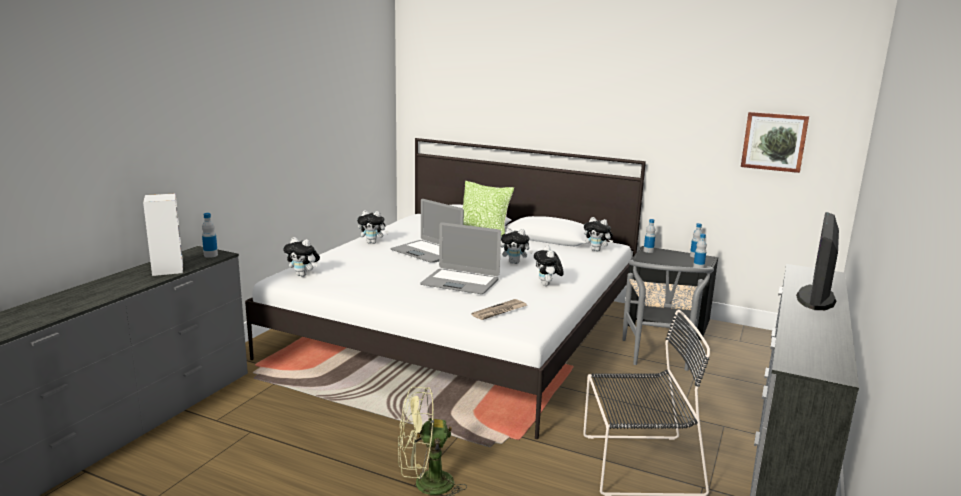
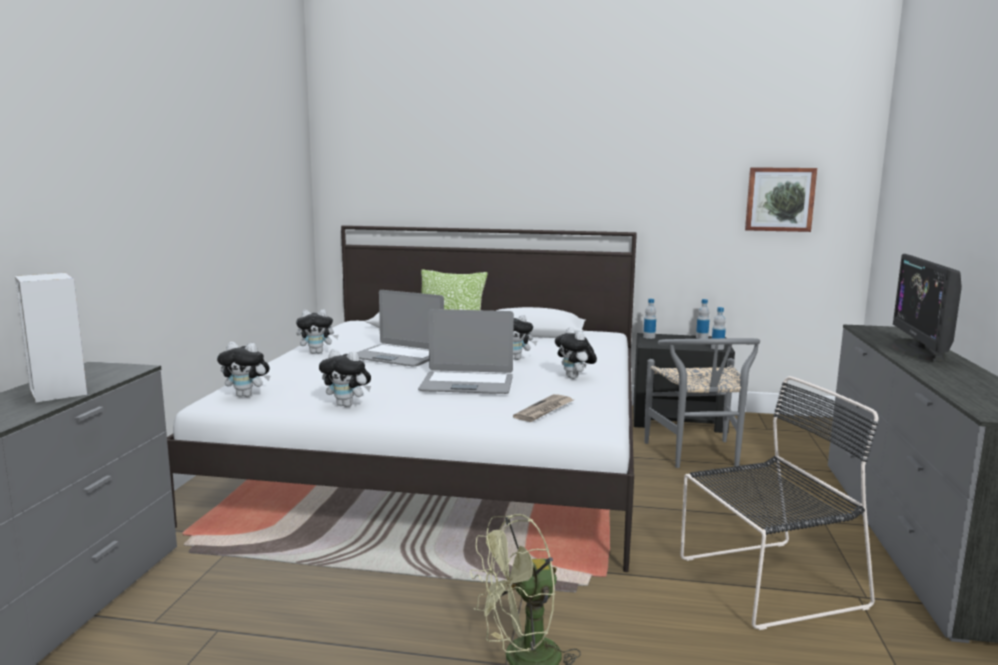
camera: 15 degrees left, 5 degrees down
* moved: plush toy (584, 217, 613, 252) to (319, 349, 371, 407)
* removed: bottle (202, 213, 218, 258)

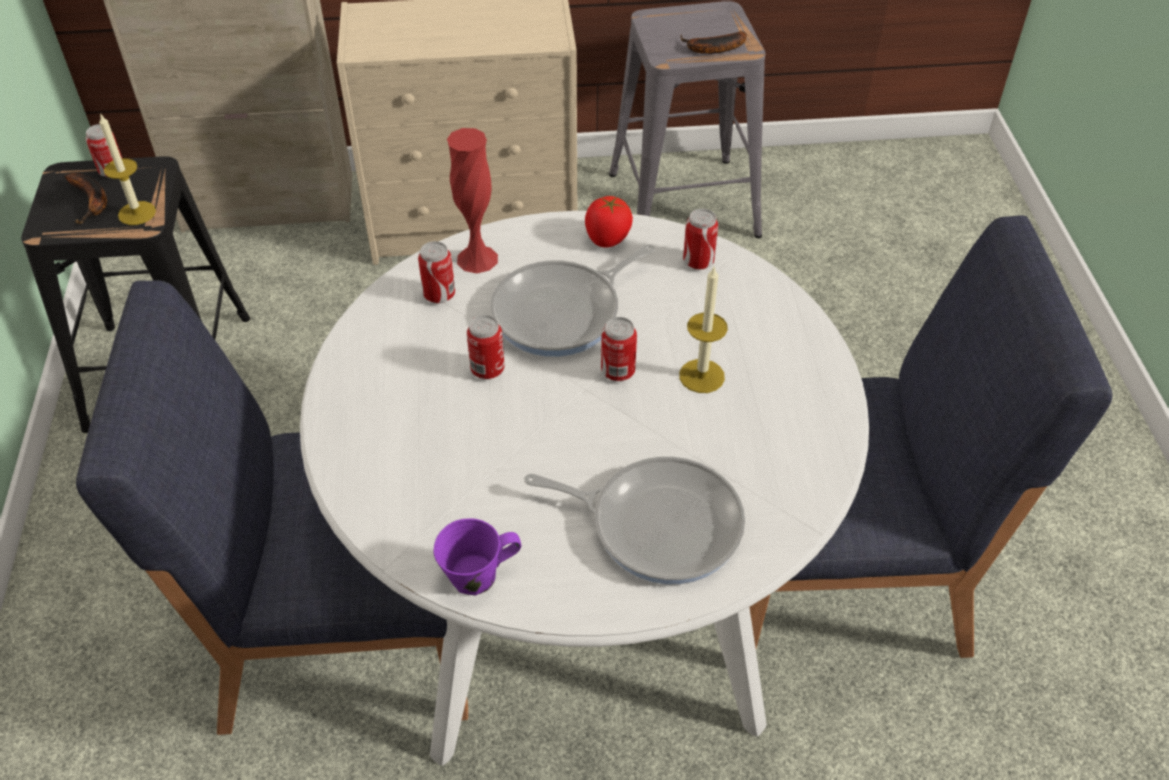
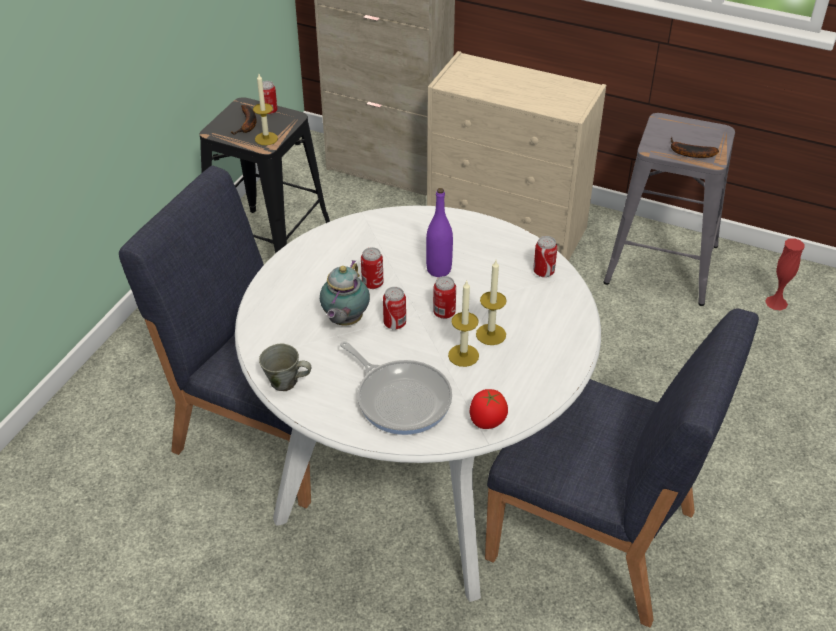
camera: 30 degrees right, 5 degrees down
* recoloured: purple mug (433, 518, 521, 595) to grey mug (259, 344, 311, 391)
* added: teapot (320, 260, 370, 325)
* moved: can (418, 241, 455, 303) to (383, 287, 406, 330)
* replaced: frying pan (490, 244, 655, 357) to purple bottle (426, 188, 453, 277)
* added: candle (448, 281, 479, 367)
* moved: tomato (585, 196, 633, 248) to (469, 389, 508, 429)
* moved: red vase (447, 128, 498, 273) to (765, 238, 804, 310)

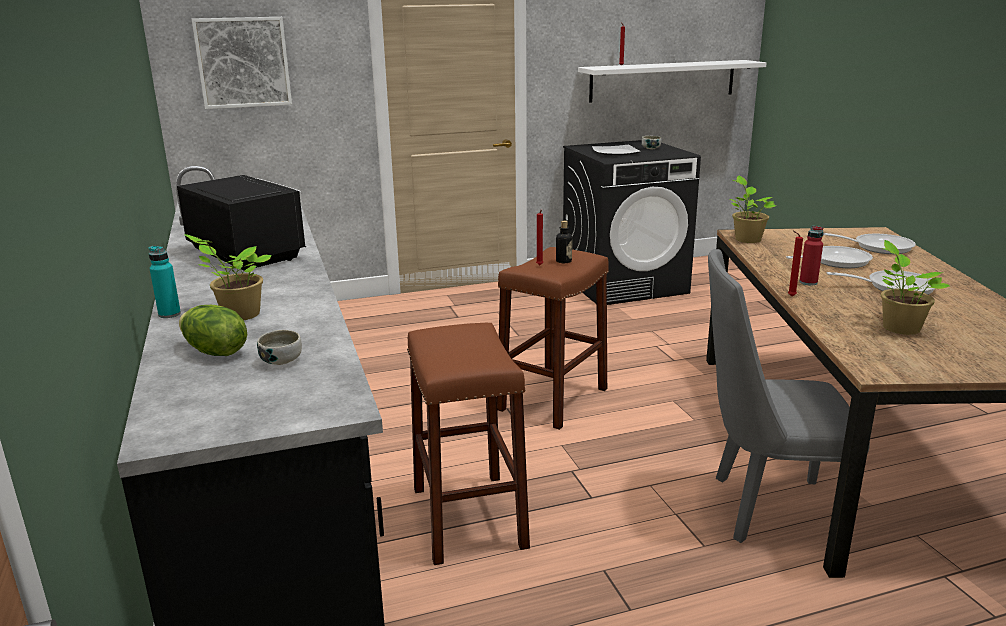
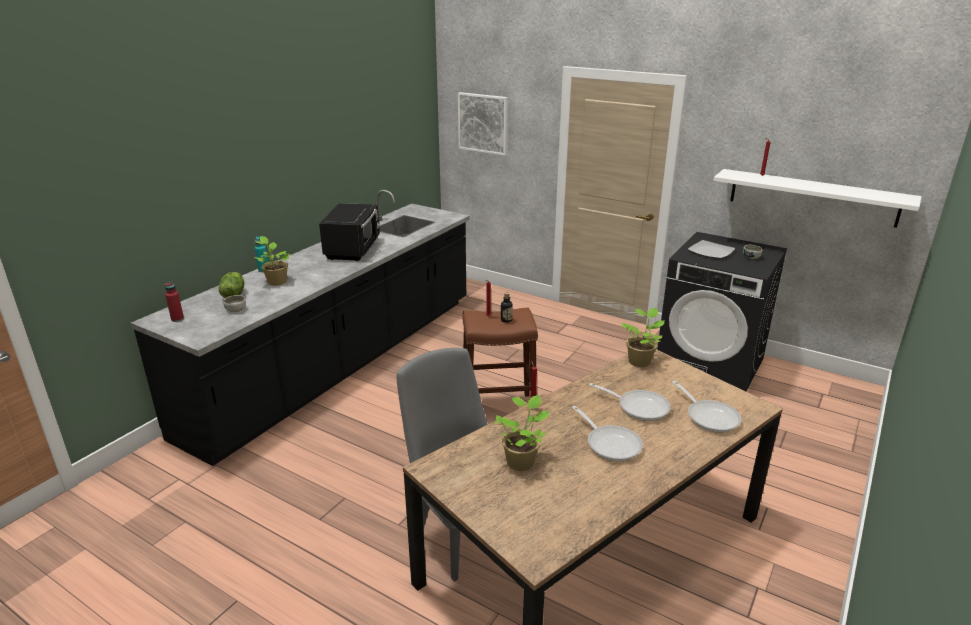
camera: 50 degrees right, 5 degrees up
* moved: red bottle (799, 226, 824, 286) to (165, 282, 184, 322)
* removed: brown stool (407, 323, 530, 565)

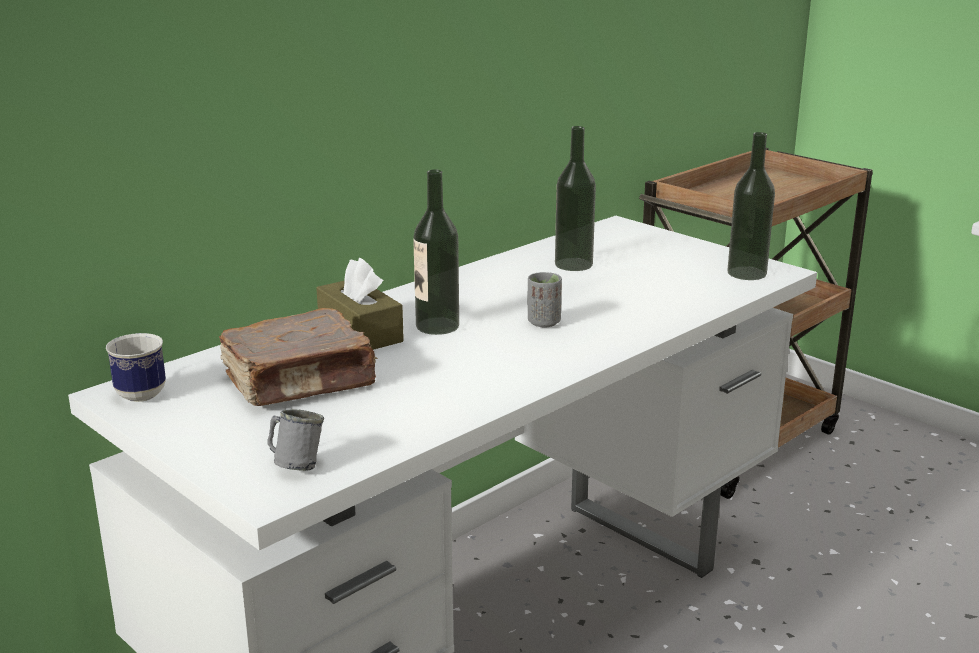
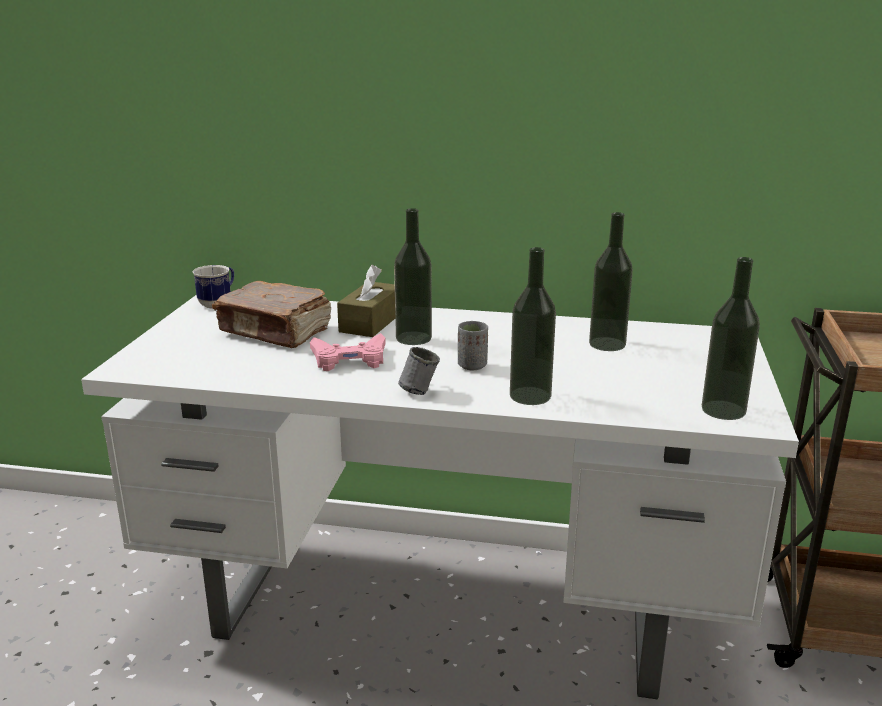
camera: 55 degrees right, 0 degrees up
* added: pink game controller (310, 333, 386, 371)
* moved: grey mug (267, 409, 324, 471) to (398, 347, 440, 395)
* added: bottle (510, 247, 556, 405)

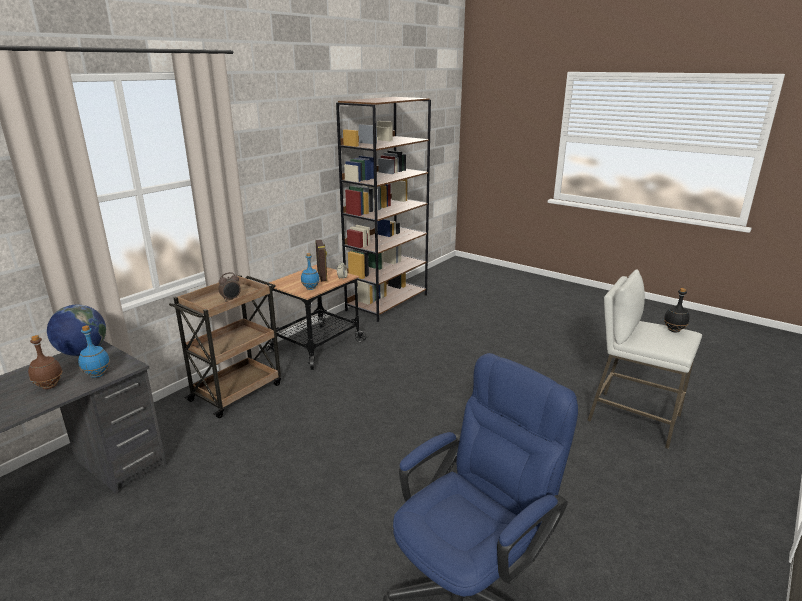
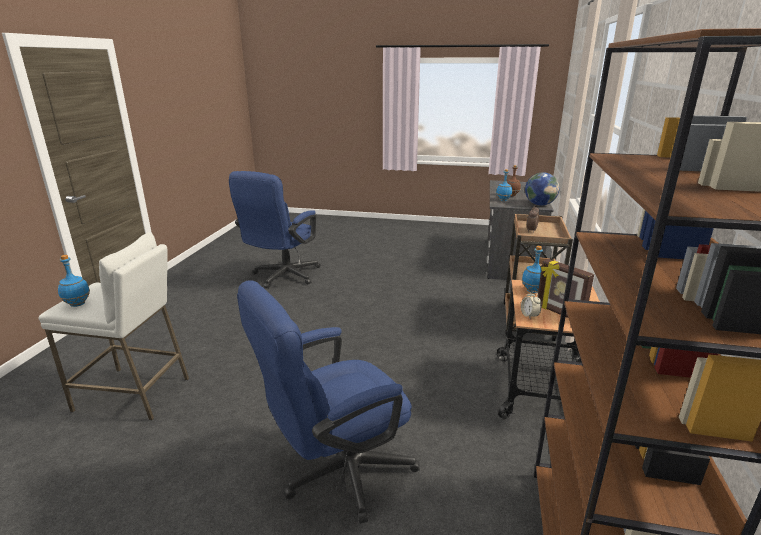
camera: 155 degrees right, 0 degrees up
* recoloured: black bottle (664, 288, 690, 333) to blue bottle (58, 255, 90, 307)
* added: blue office chair (237, 280, 420, 524)

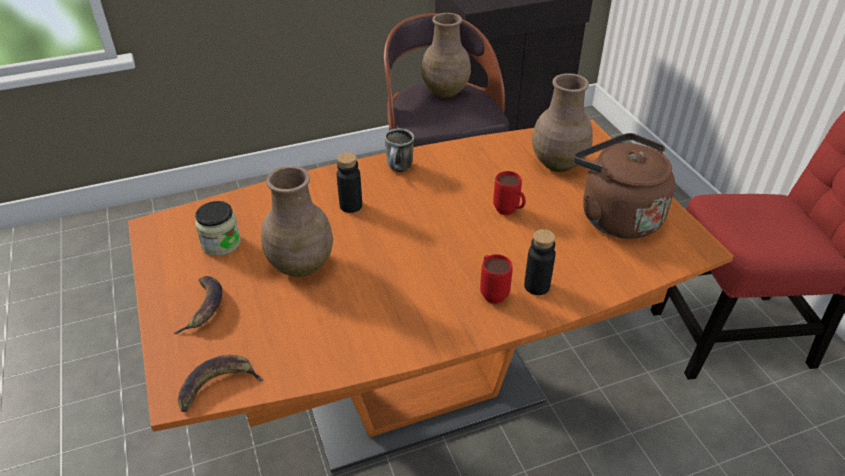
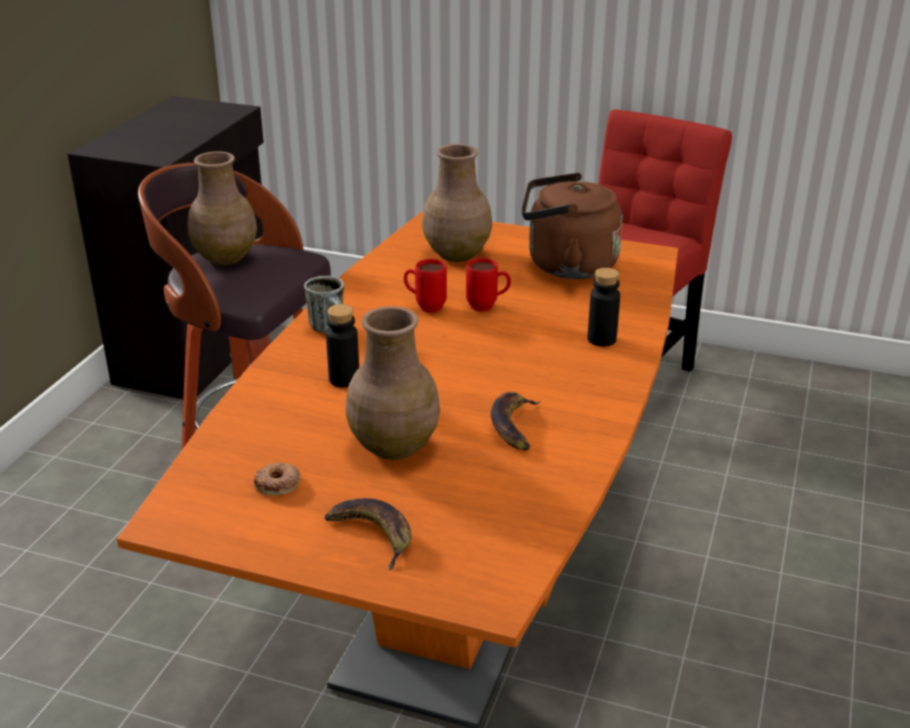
camera: 50 degrees left, 10 degrees down
* replaced: jar (195, 201, 241, 256) to donut (254, 462, 300, 495)
* moved: red mug (480, 254, 513, 304) to (404, 259, 447, 313)
* moved: banana (178, 355, 264, 412) to (491, 392, 541, 451)

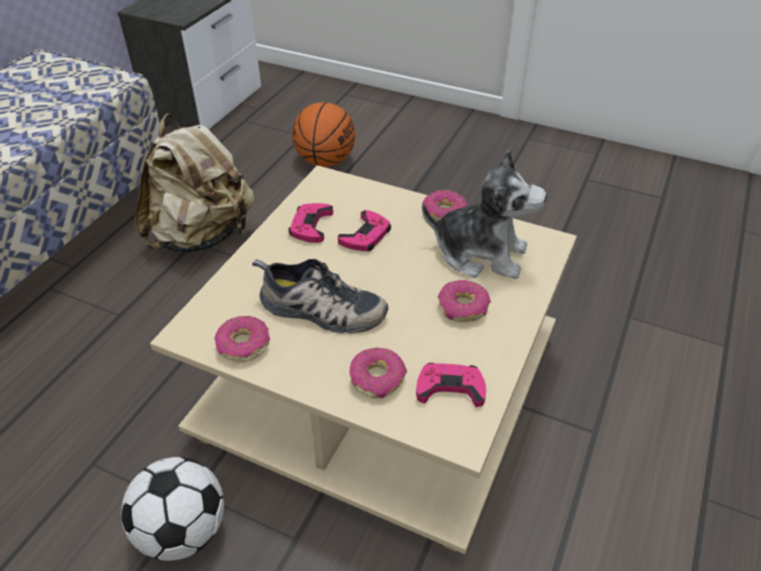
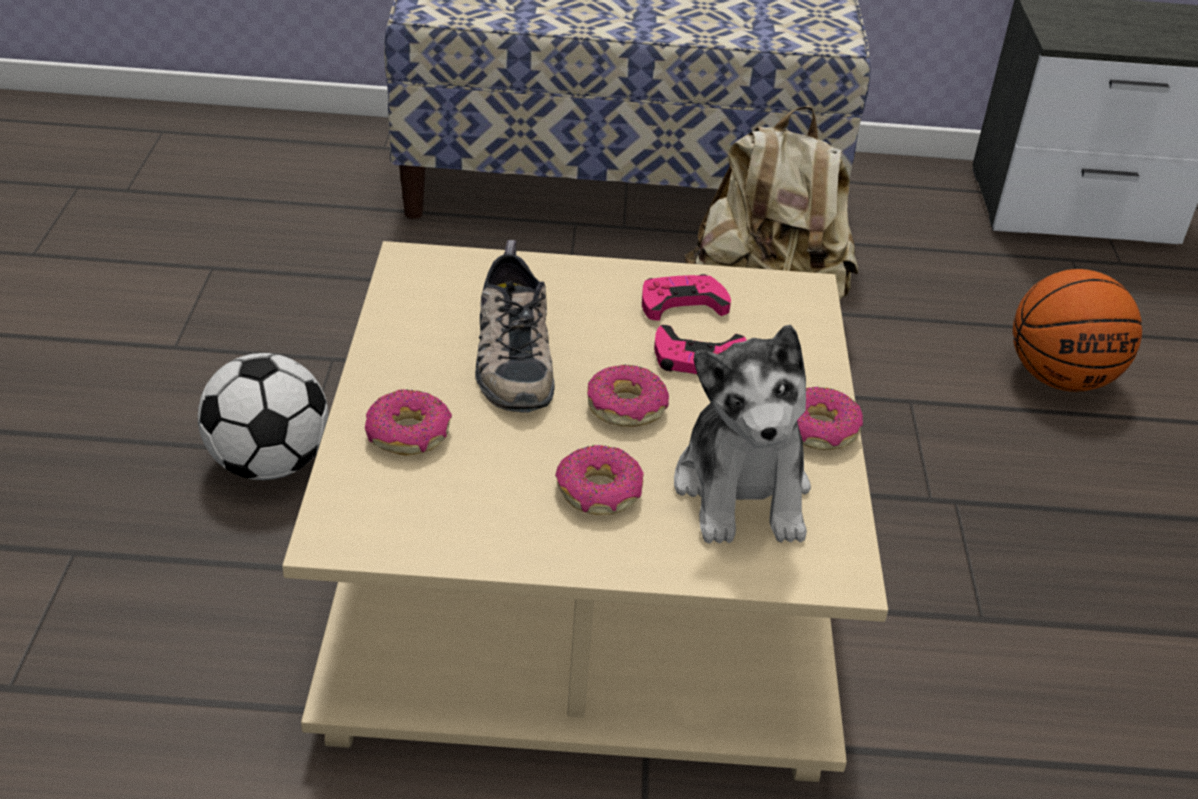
camera: 65 degrees right, 5 degrees down
* moved: donut (214, 316, 270, 363) to (587, 365, 669, 427)
* removed: pink game controller (416, 363, 486, 407)

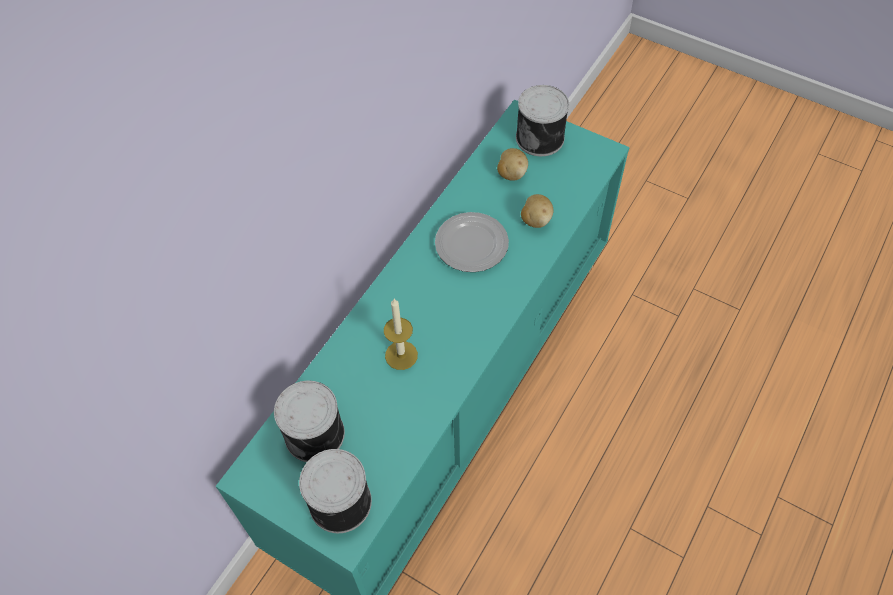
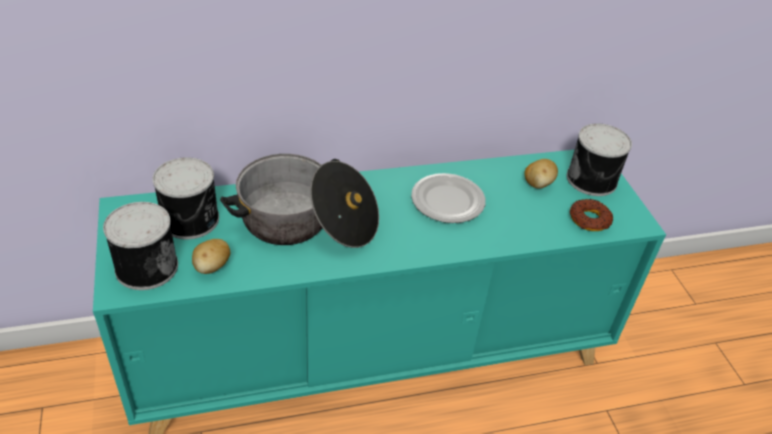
camera: 40 degrees right, 15 degrees down
* moved: potato (521, 194, 553, 228) to (192, 239, 230, 274)
* replaced: candle (384, 299, 418, 370) to cooking pot (220, 154, 379, 248)
* added: donut (570, 199, 613, 231)

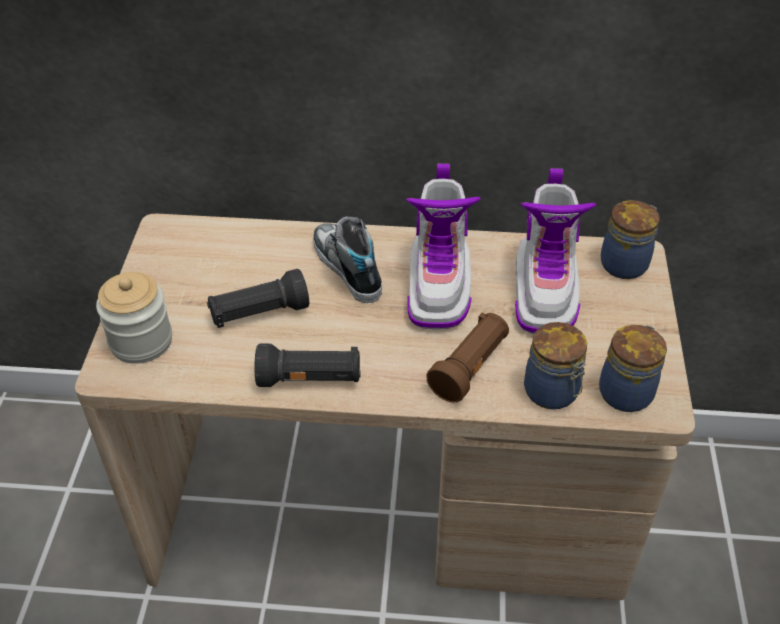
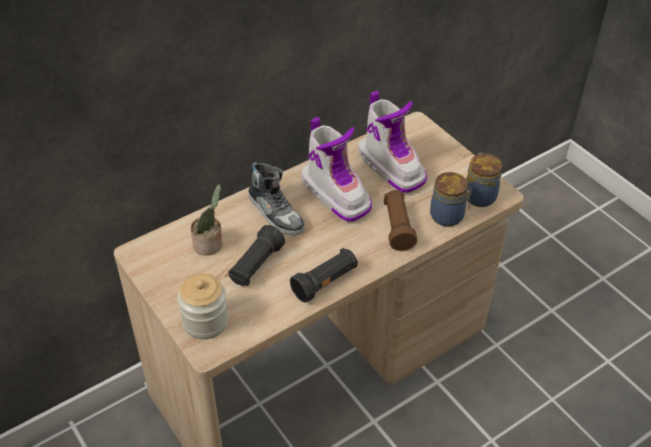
camera: 40 degrees left, 0 degrees up
* added: potted plant (190, 185, 222, 256)
* turned: shoe (313, 216, 382, 303) = (248, 162, 305, 236) 150 degrees counterclockwise
* removed: jar (601, 200, 660, 279)

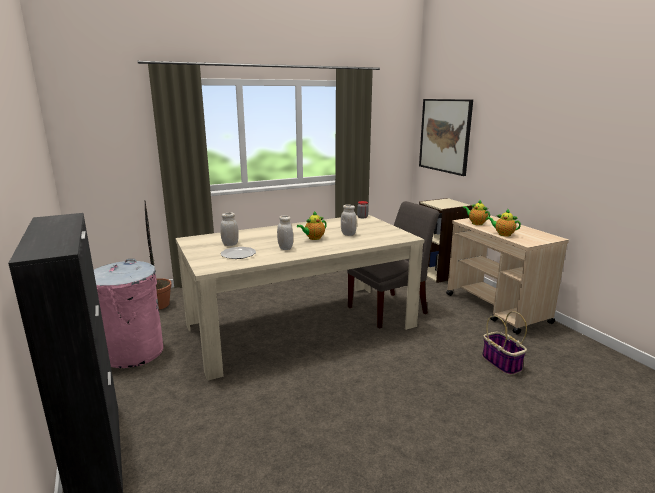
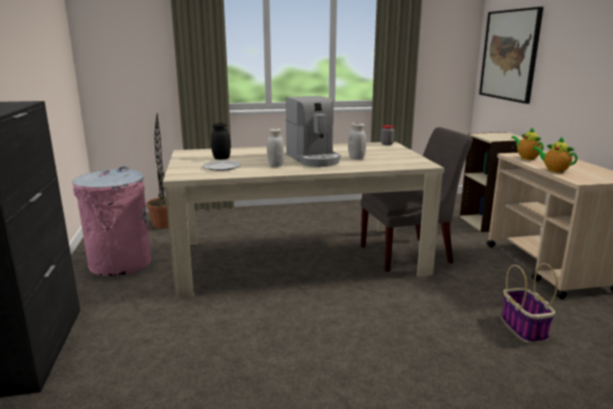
camera: 15 degrees right, 0 degrees up
* recoloured: white jar (220, 212, 239, 246) to black jar (211, 123, 231, 159)
* replaced: teapot (297, 211, 327, 240) to coffee machine (286, 96, 341, 167)

